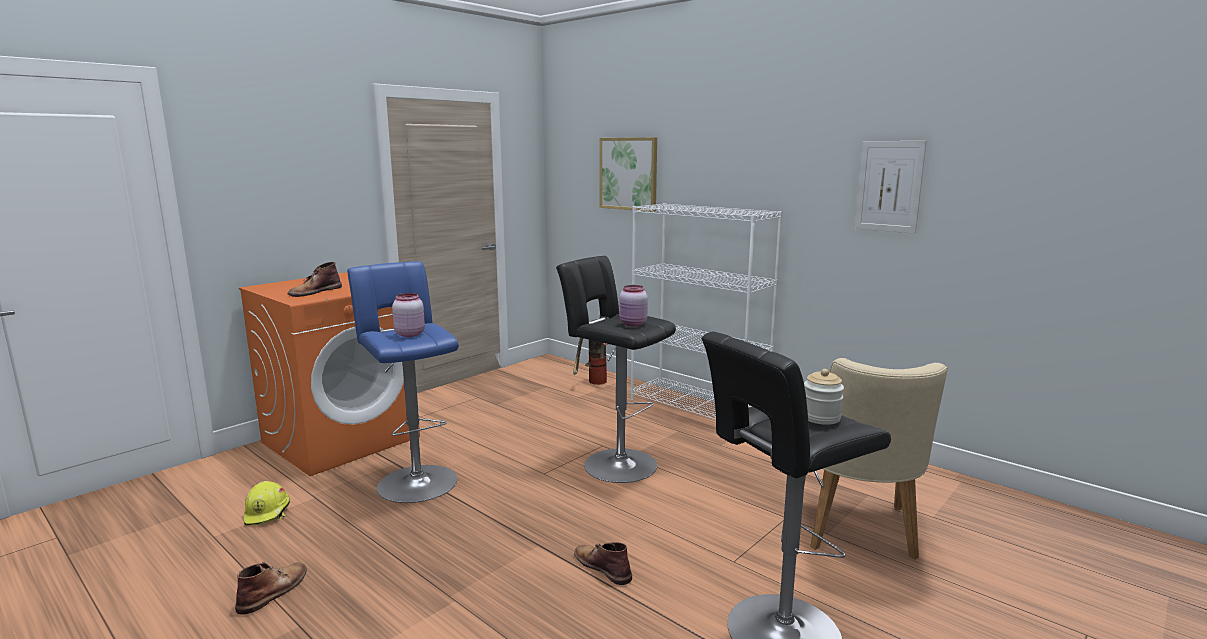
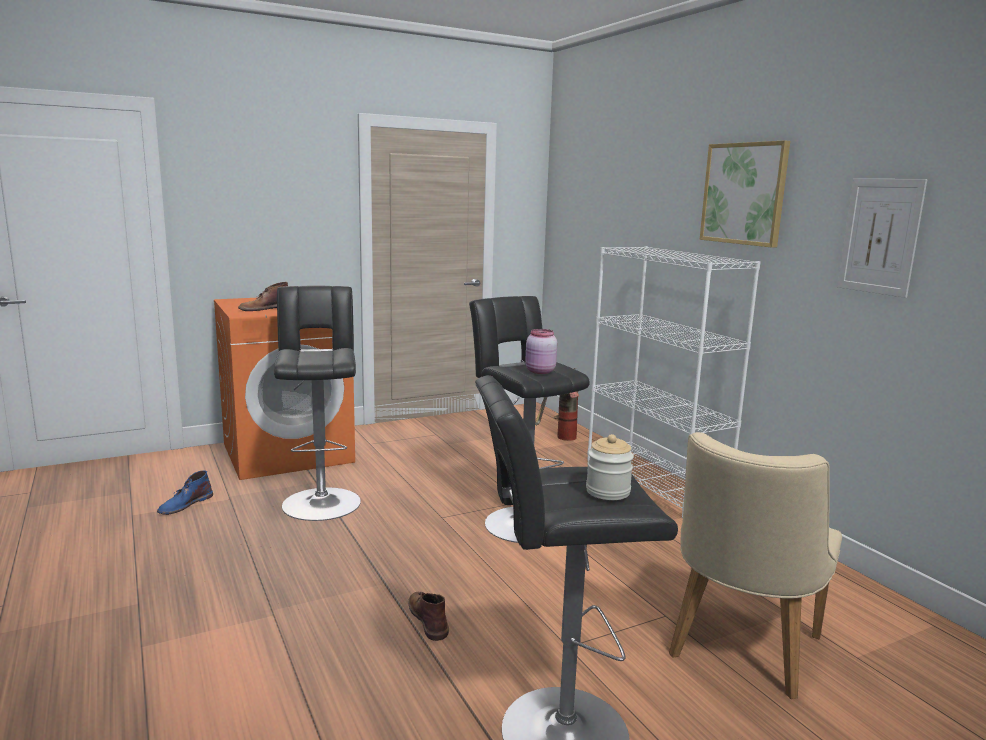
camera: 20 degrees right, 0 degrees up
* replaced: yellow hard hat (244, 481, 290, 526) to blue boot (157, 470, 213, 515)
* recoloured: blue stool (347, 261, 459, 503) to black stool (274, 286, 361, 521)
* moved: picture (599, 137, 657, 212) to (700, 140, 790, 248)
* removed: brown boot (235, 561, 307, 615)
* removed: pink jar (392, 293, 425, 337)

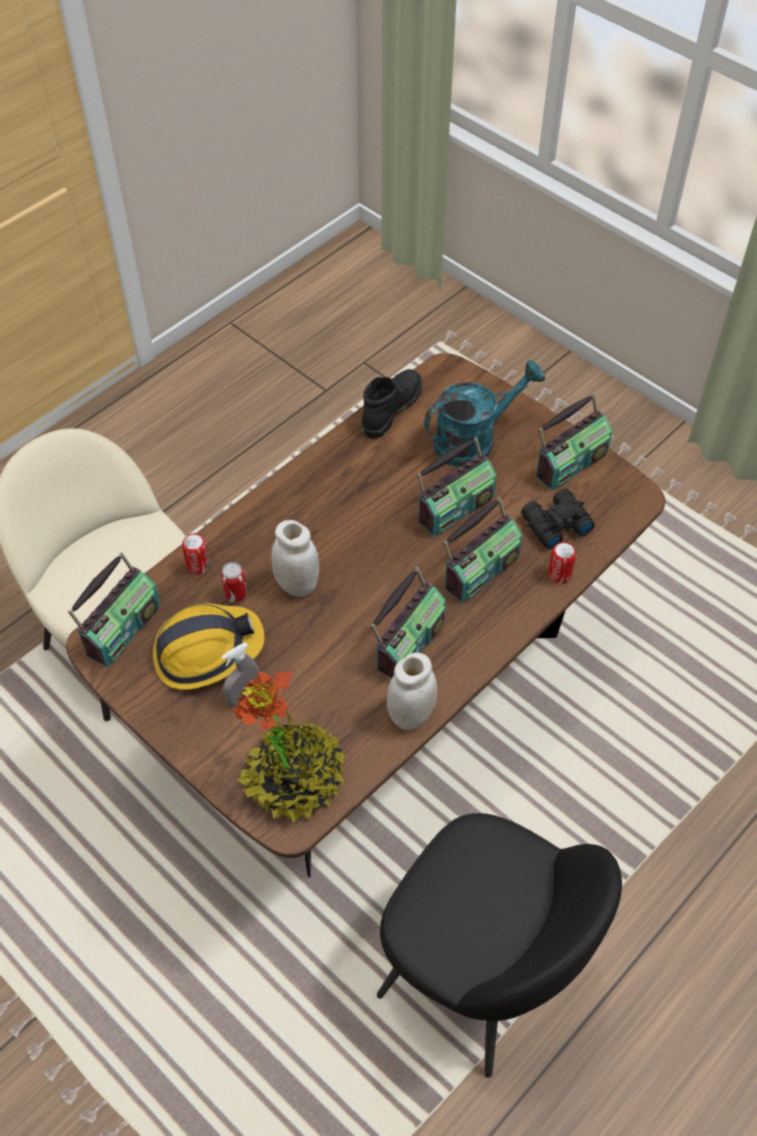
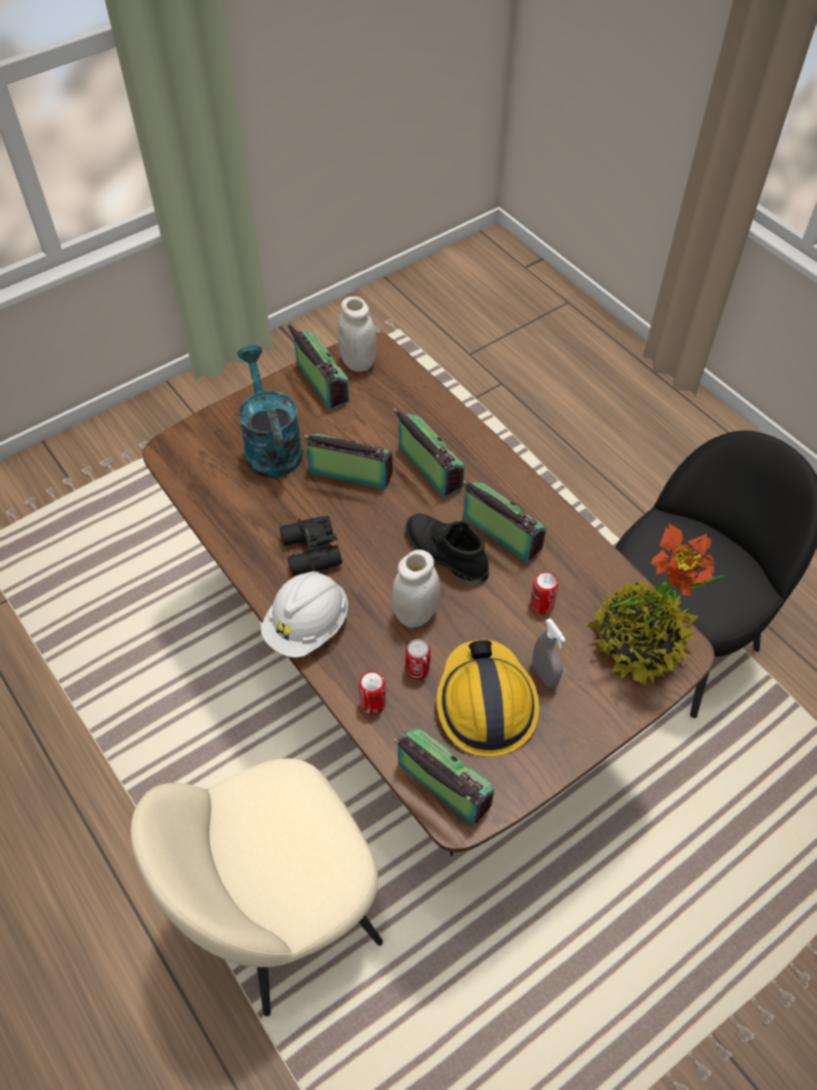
camera: 80 degrees left, 0 degrees up
* added: white hard hat (261, 571, 348, 658)
* moved: black binoculars (521, 489, 595, 549) to (280, 516, 342, 576)
* turned: radio (417, 437, 497, 536) = (305, 434, 393, 489) 45 degrees counterclockwise
* moved: white jar (387, 652, 437, 730) to (338, 296, 376, 372)
* moved: black boot (362, 369, 423, 439) to (405, 514, 489, 584)
* moved: can (548, 542, 576, 584) to (530, 572, 558, 614)

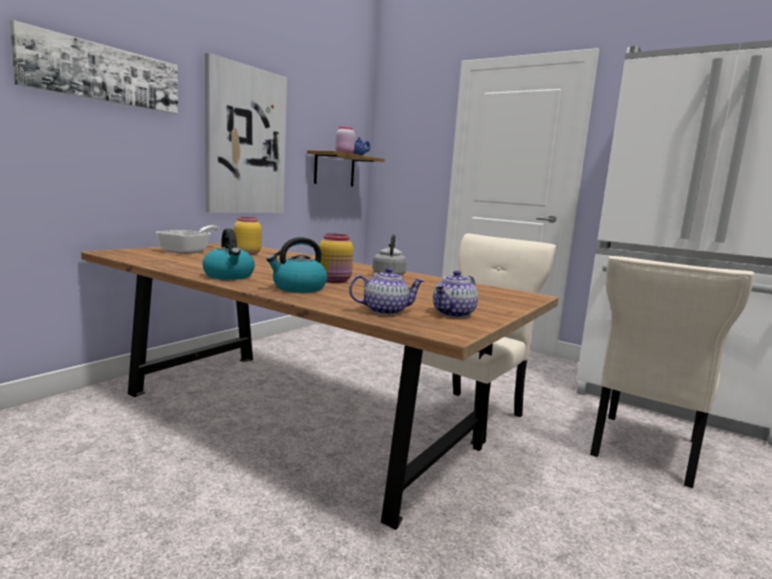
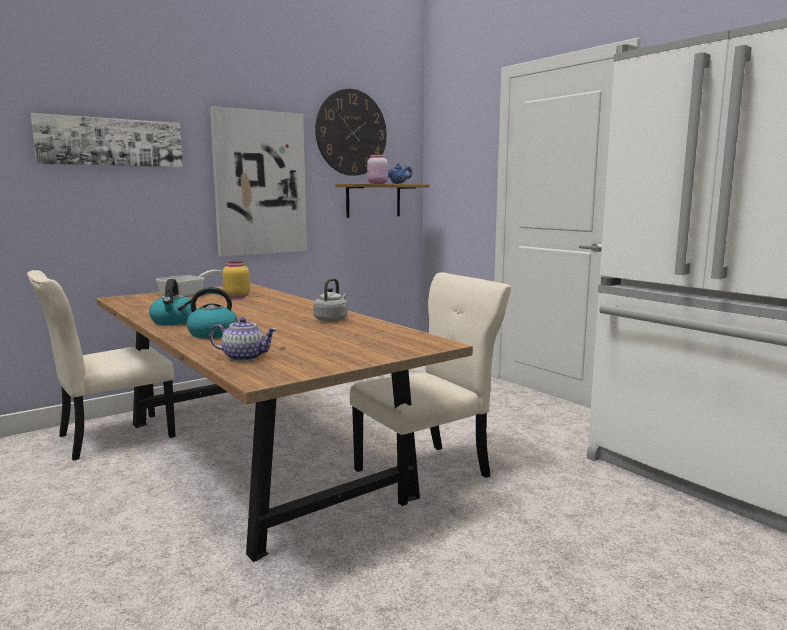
camera: 20 degrees right, 0 degrees up
* moved: beige chair (590, 256, 755, 488) to (27, 270, 176, 461)
* added: wall clock (315, 89, 387, 176)
* removed: yellow jar (319, 234, 354, 283)
* removed: teapot (433, 271, 478, 318)

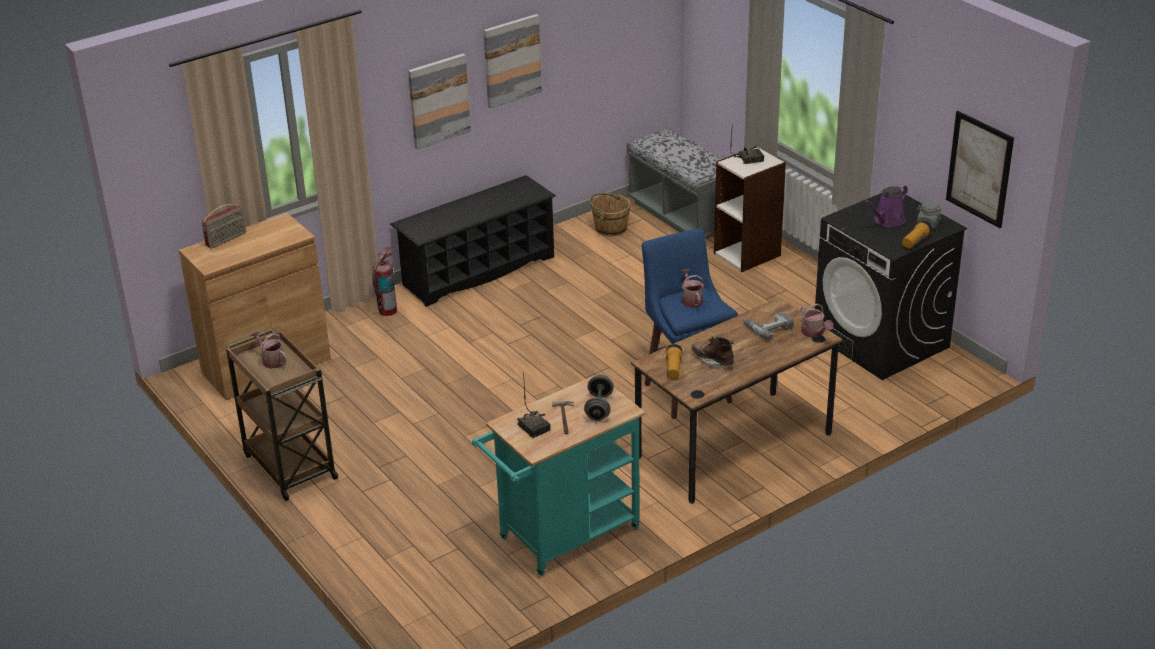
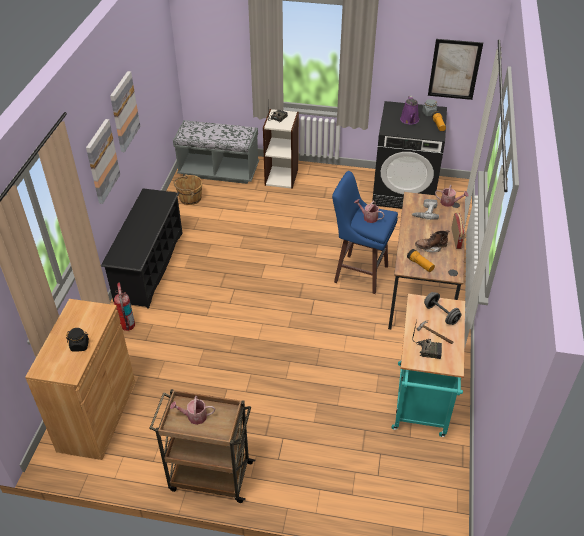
camera: 45 degrees left, 10 degrees up
* added: black jar (66, 328, 89, 351)
* moved: radio (202, 204, 246, 249) to (451, 213, 465, 249)

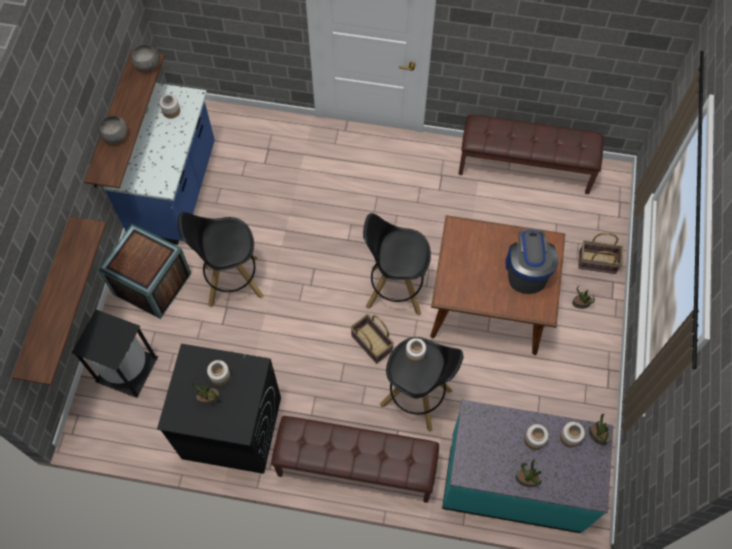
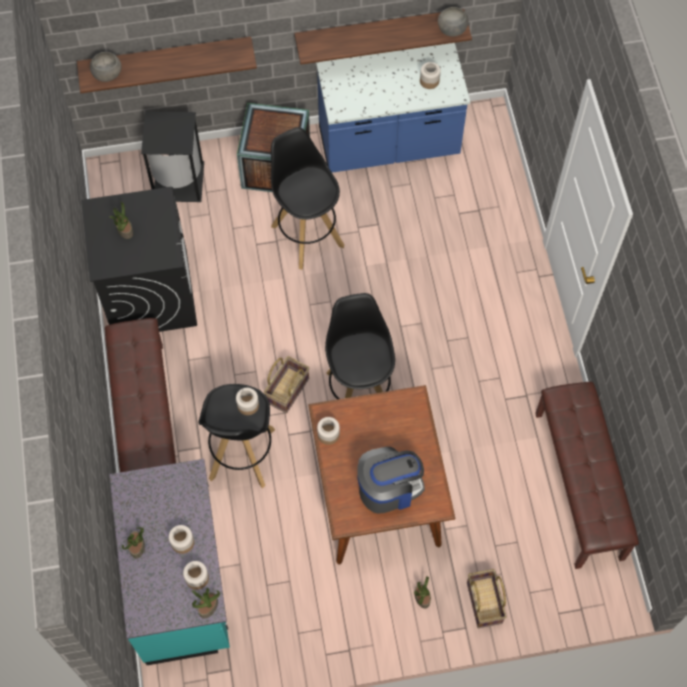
camera: 70 degrees right, 0 degrees up
* moved: grey bowl (98, 116, 127, 144) to (90, 52, 121, 82)
* moved: jar (207, 360, 230, 386) to (317, 417, 340, 445)

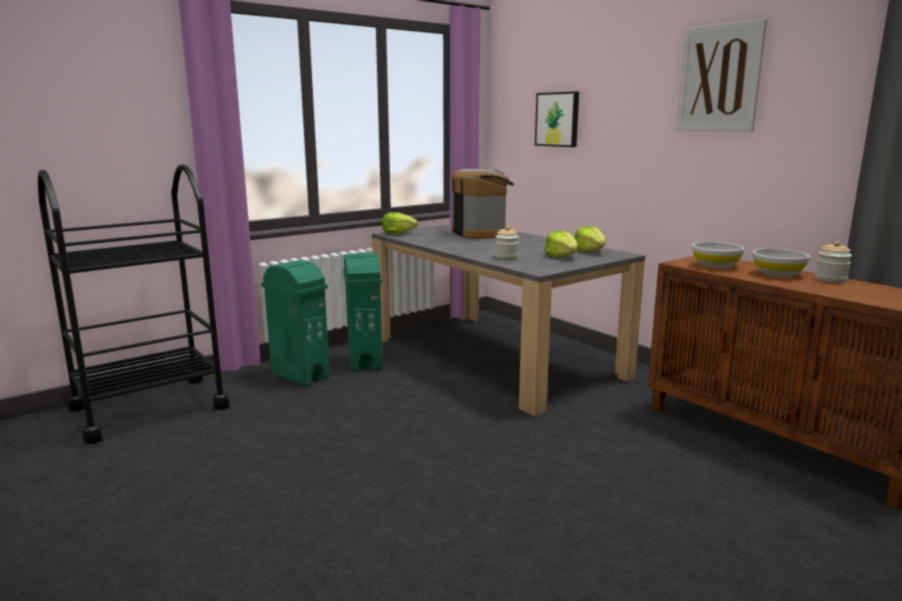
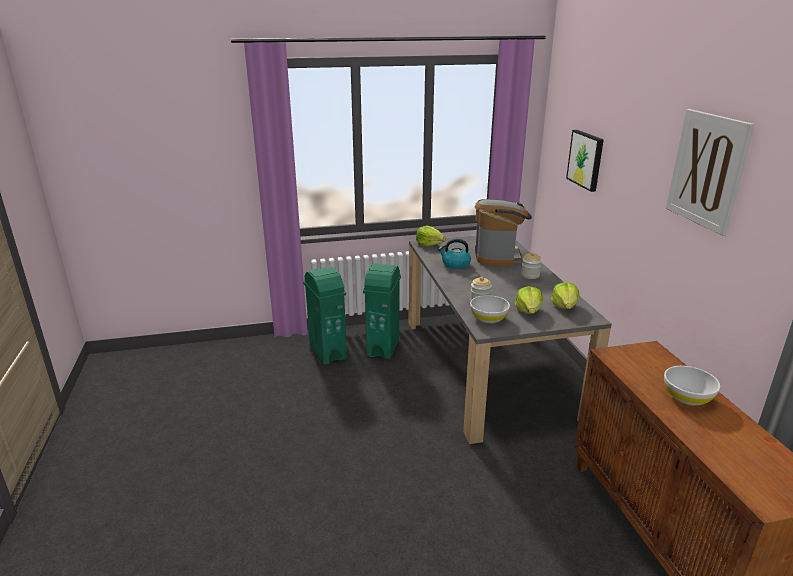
camera: 25 degrees right, 10 degrees up
* added: kettle (438, 239, 471, 269)
* moved: white bowl (692, 242, 744, 269) to (470, 295, 510, 323)
* moved: jar (815, 241, 852, 283) to (521, 252, 541, 279)
* removed: black cart (38, 164, 229, 444)

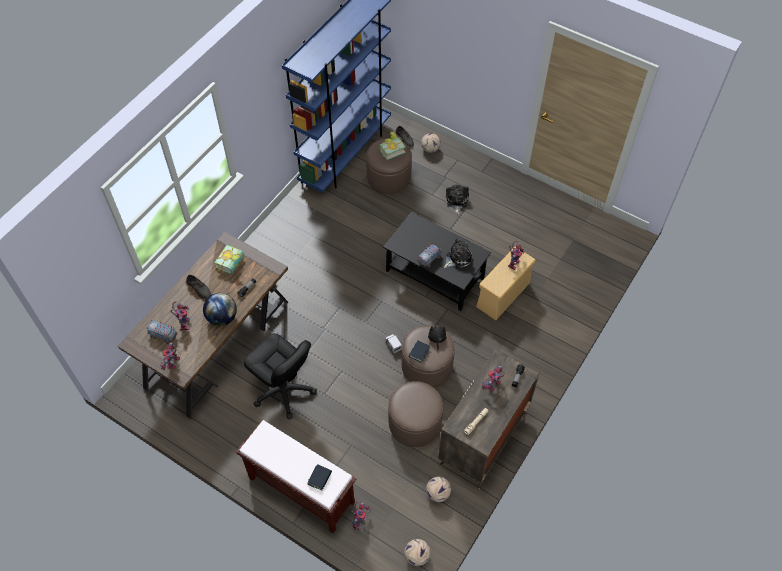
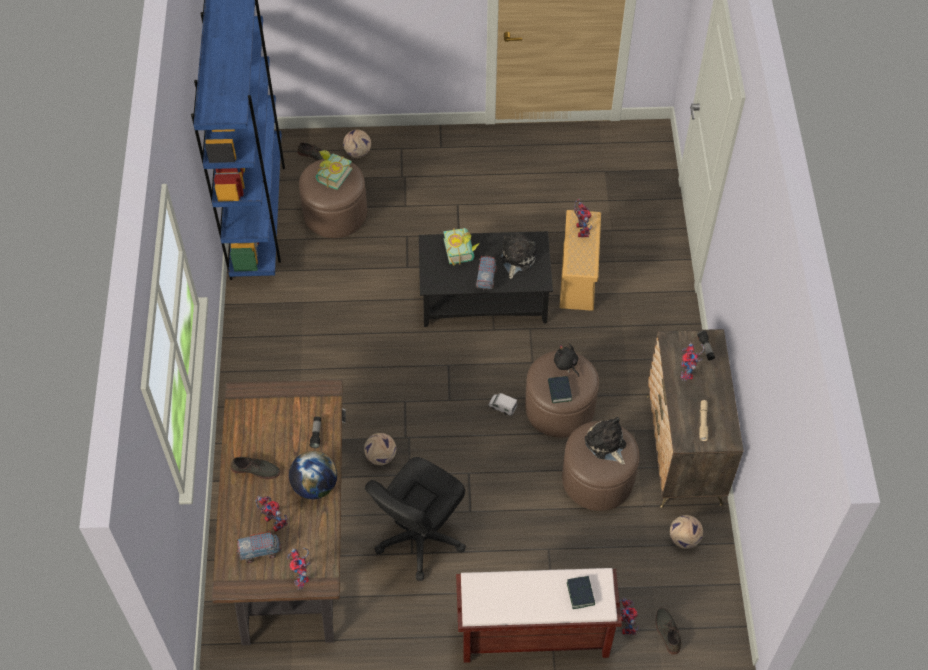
camera: 35 degrees left, 0 degrees up
* moved: football (404, 539, 430, 566) to (364, 433, 396, 465)
* turned: black office chair (244, 333, 317, 420) = (365, 457, 466, 581) 120 degrees clockwise
* moved: book (215, 245, 244, 274) to (443, 228, 480, 266)
* moved: plush toy (446, 185, 469, 214) to (585, 417, 626, 465)
* added: grey shoe (656, 608, 681, 655)

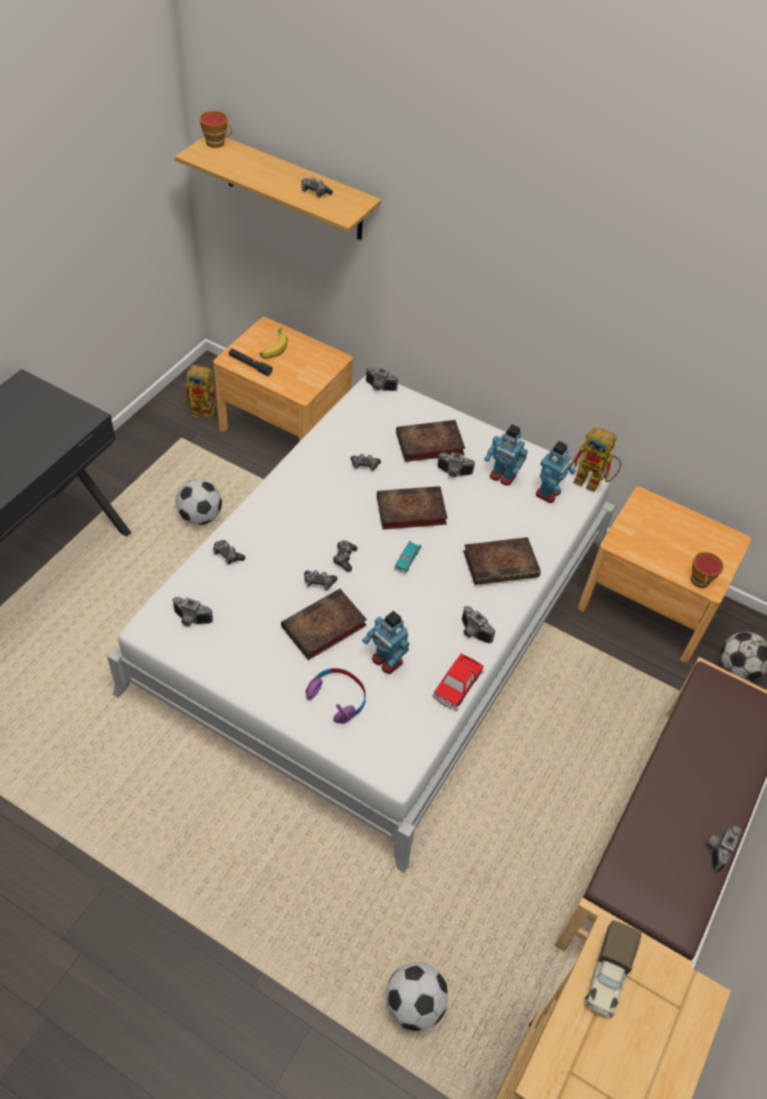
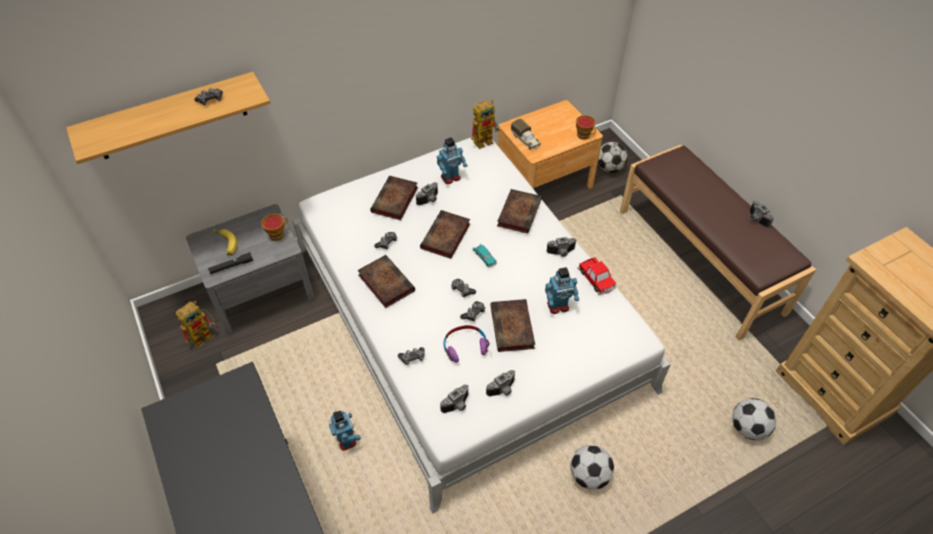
camera: 55 degrees left, 0 degrees up
* recoloured: brown nightstand (213, 317, 353, 442) to grey nightstand (186, 204, 315, 335)
* moved: cup (199, 111, 232, 148) to (262, 214, 288, 241)
* moved: toy robot (536, 441, 576, 503) to (329, 410, 361, 451)
* added: book (357, 255, 415, 308)
* moved: purple headphones (306, 668, 366, 724) to (444, 325, 490, 363)
* moved: photo camera (366, 367, 398, 391) to (486, 370, 515, 396)
* moved: toy truck (585, 920, 642, 1017) to (511, 119, 541, 150)
* moved: football (175, 479, 222, 525) to (570, 445, 614, 489)

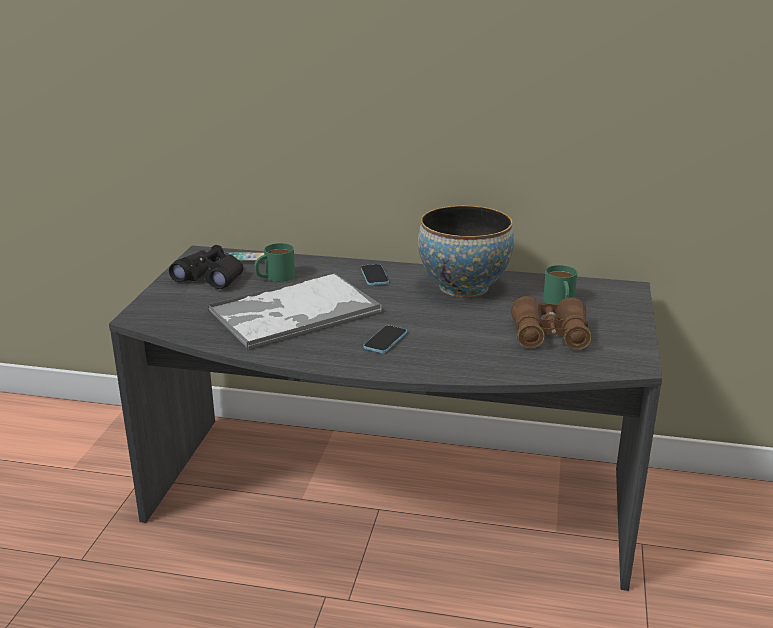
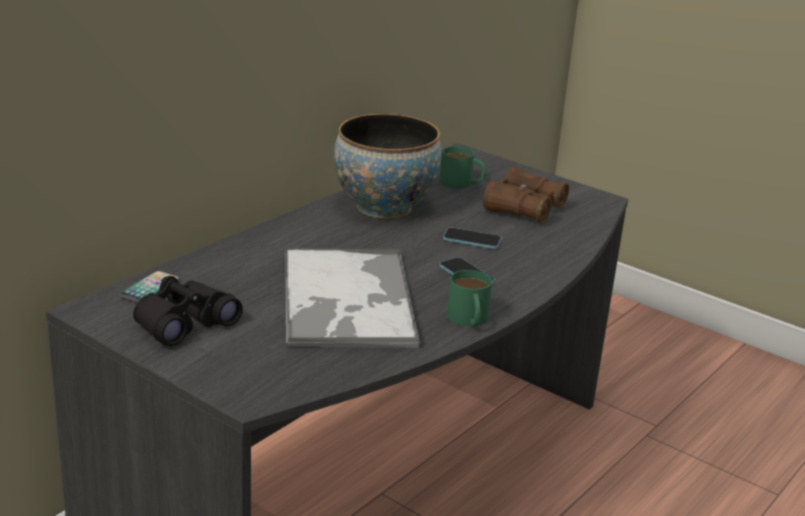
camera: 65 degrees left, 0 degrees up
* moved: phone (361, 264, 389, 285) to (443, 228, 502, 249)
* moved: green mug (254, 243, 295, 282) to (447, 270, 492, 326)

